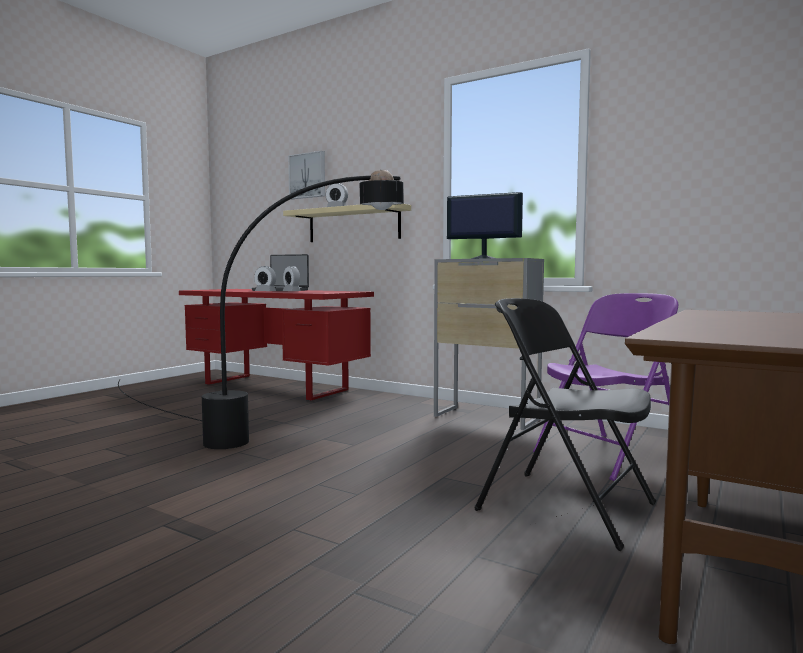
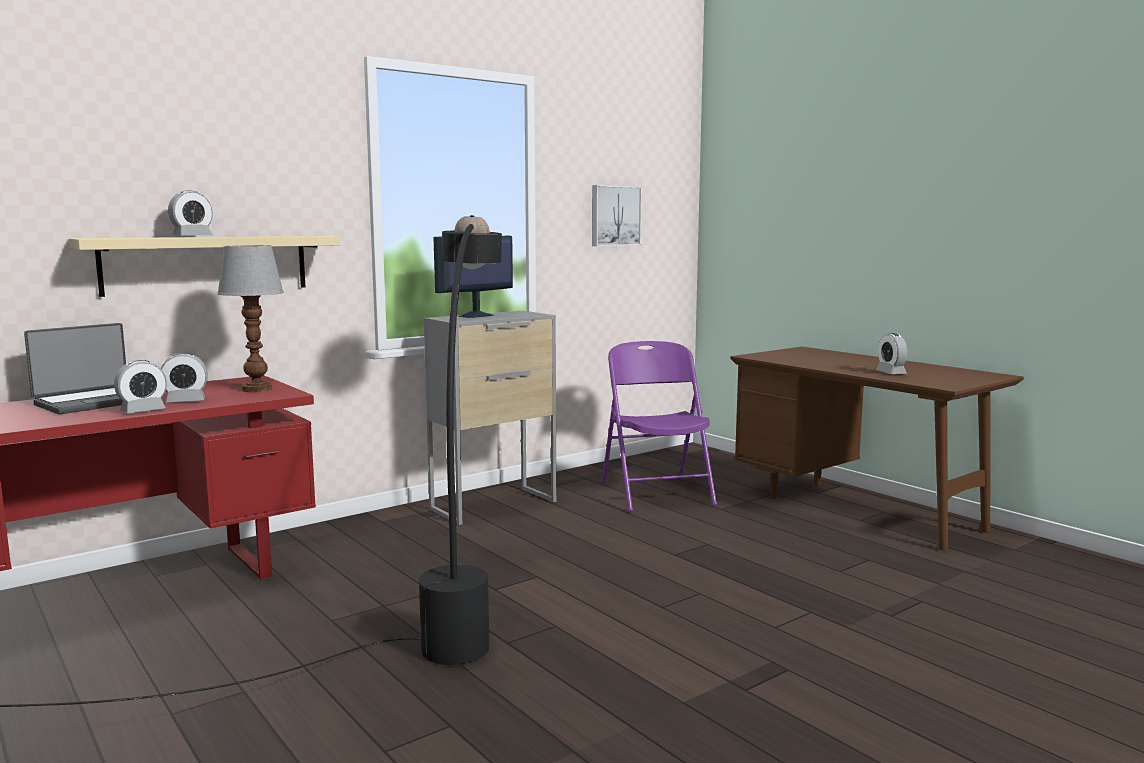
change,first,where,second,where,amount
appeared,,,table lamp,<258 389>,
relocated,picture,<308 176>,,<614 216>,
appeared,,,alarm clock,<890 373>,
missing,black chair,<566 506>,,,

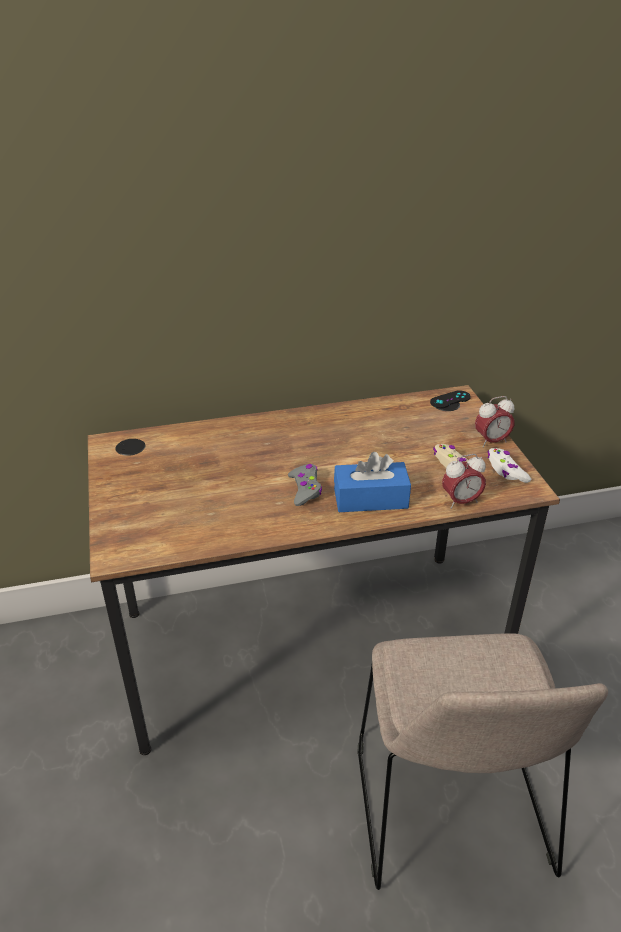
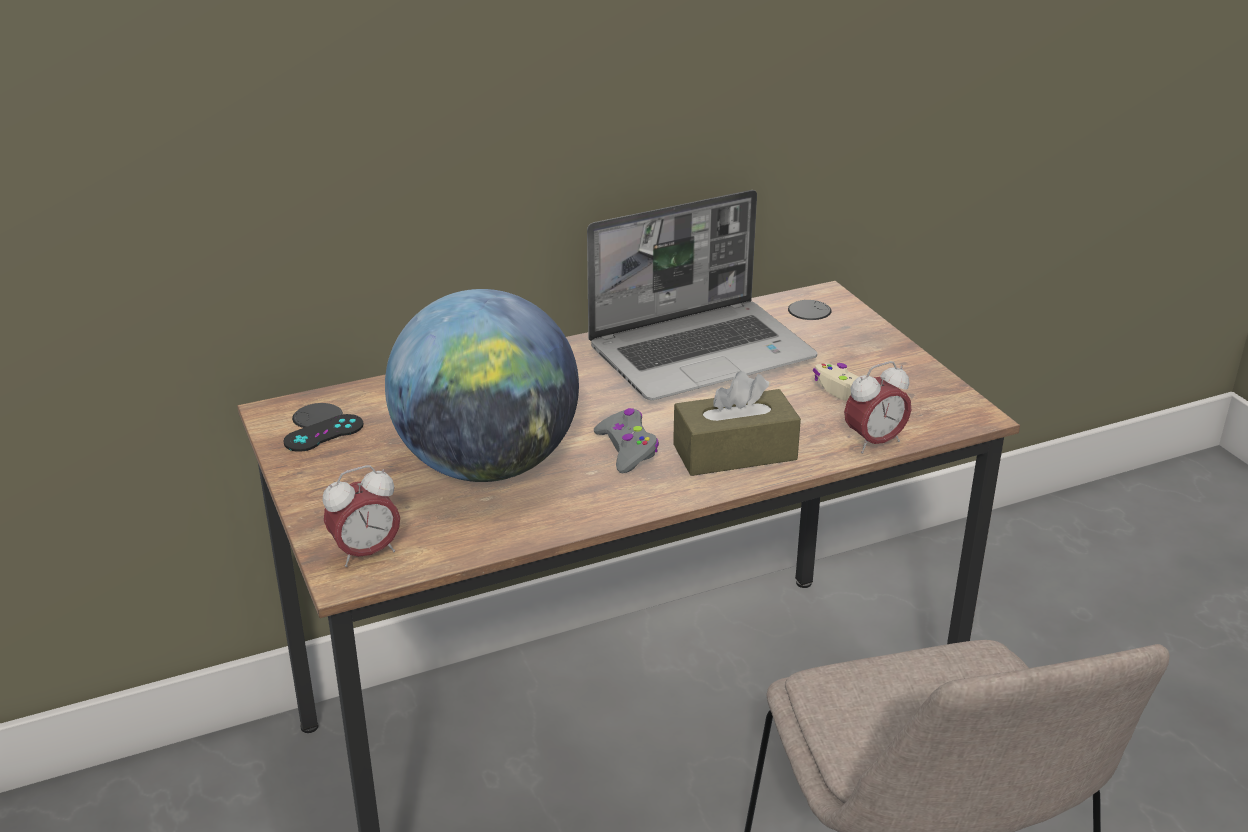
change,first,where,second,where,amount
relocated,black game controller,<450 399>,,<324 433>,
relocated,alarm clock,<491 441>,,<366 553>,
appeared,,,globe,<487 465>,
appeared,,,laptop,<702 353>,
colour,blue tissue box,<370 499>,brown tissue box,<734 452>,
missing,white game controller,<506 470>,,,

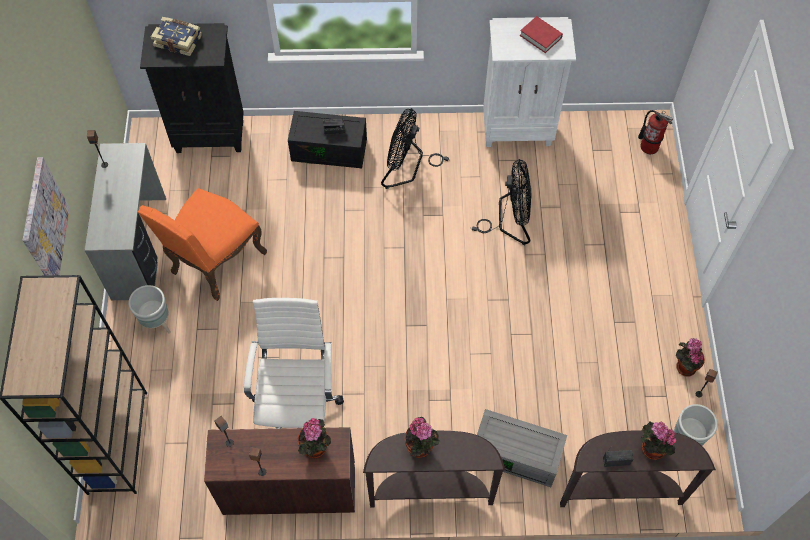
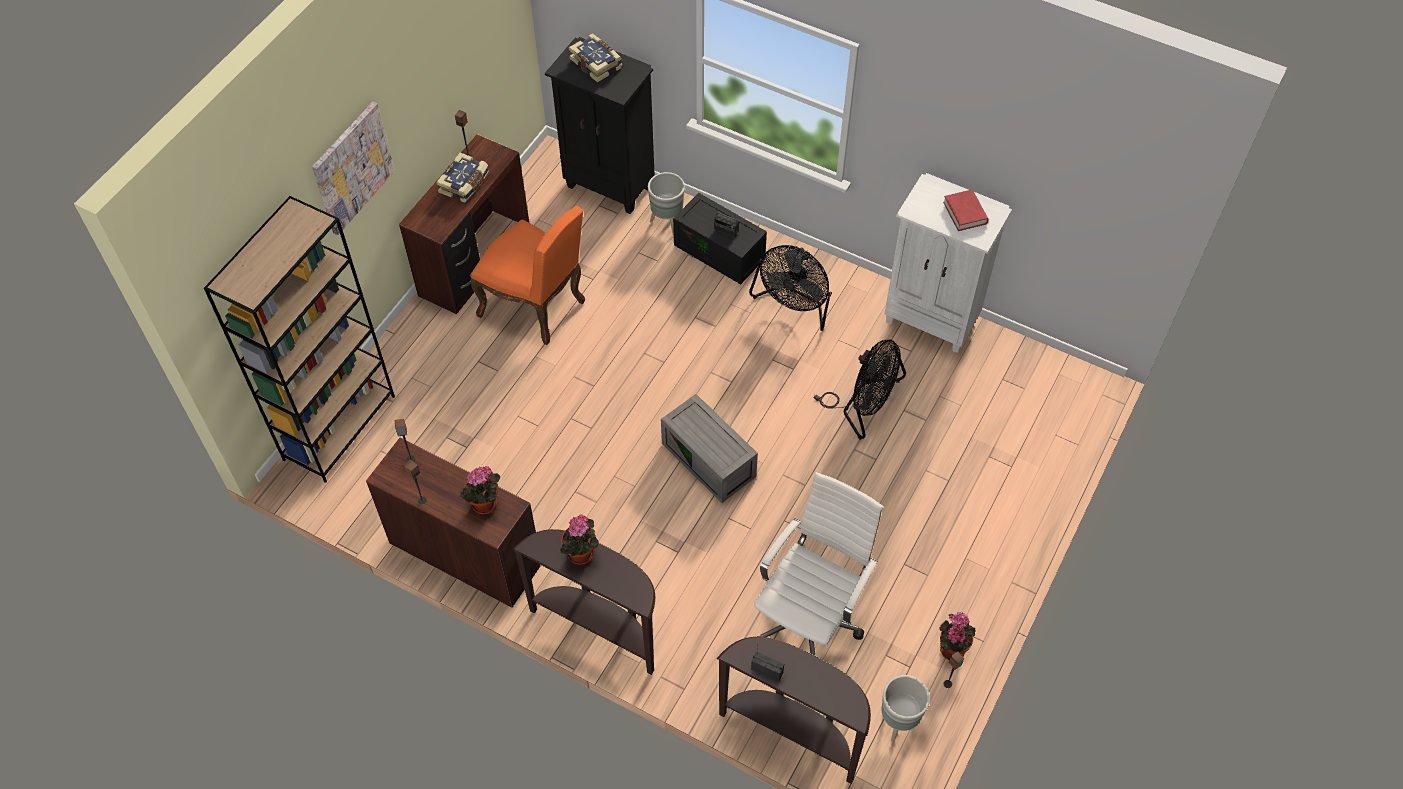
change,first,where,second,where,amount
colour,grey desk,<140 248>,brown desk,<476 261>,
appeared,,,book,<465 184>,
spun,orange chair,<214 262>,,<535 307>,120 degrees counterclockwise
relocated,grey planter,<157 324>,,<667 222>,
relocated,grey storage box,<517 454>,,<710 460>,
spun,black fan,<409 163>,,<793 301>,105 degrees counterclockwise
relocated,white office chair,<297 408>,,<810 619>,
missing,fire extinguisher,<649 146>,,,
missing,potted plant,<650 449>,,,

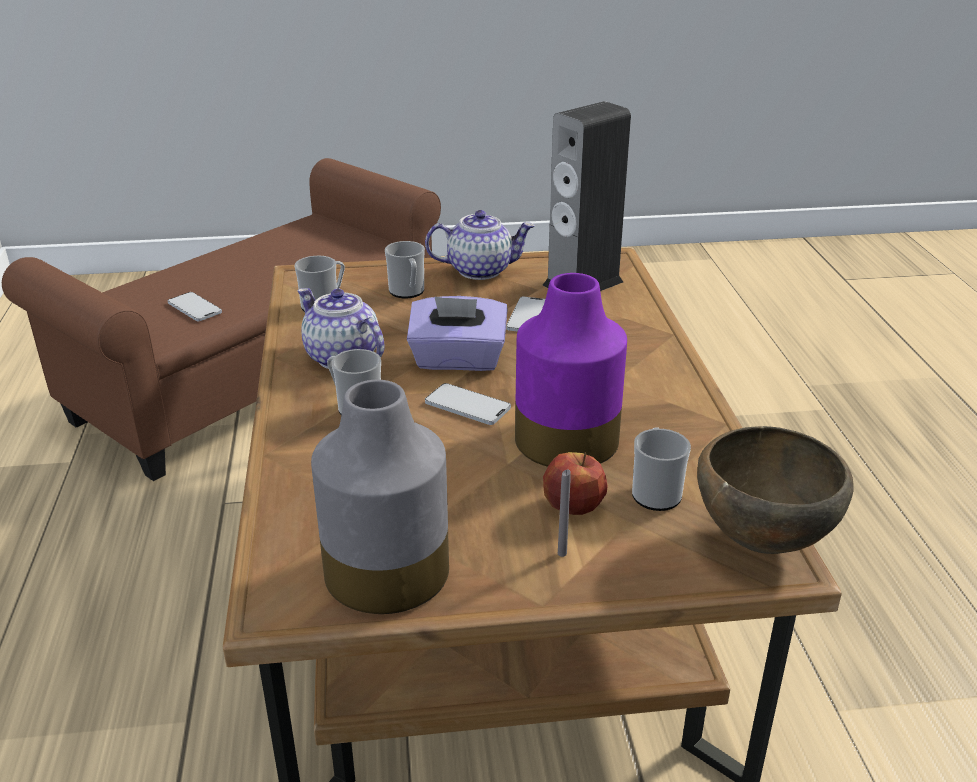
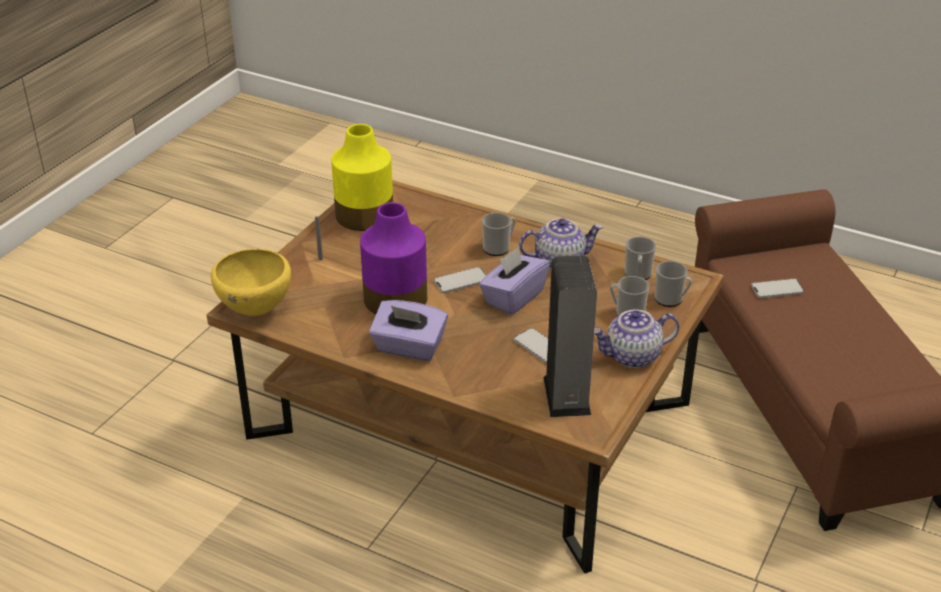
change,first,where,second,where,amount
colour,brown bowl,<760 542>,yellow bowl,<256 310>,
colour,grey vase,<387 568>,yellow vase,<365 215>,
appeared,,,purple tissue box,<409 348>,
spun,teapot,<480 270>,,<632 356>,45 degrees clockwise
relocated,mug,<655 492>,,<671 300>,
missing,apple,<572 506>,,,

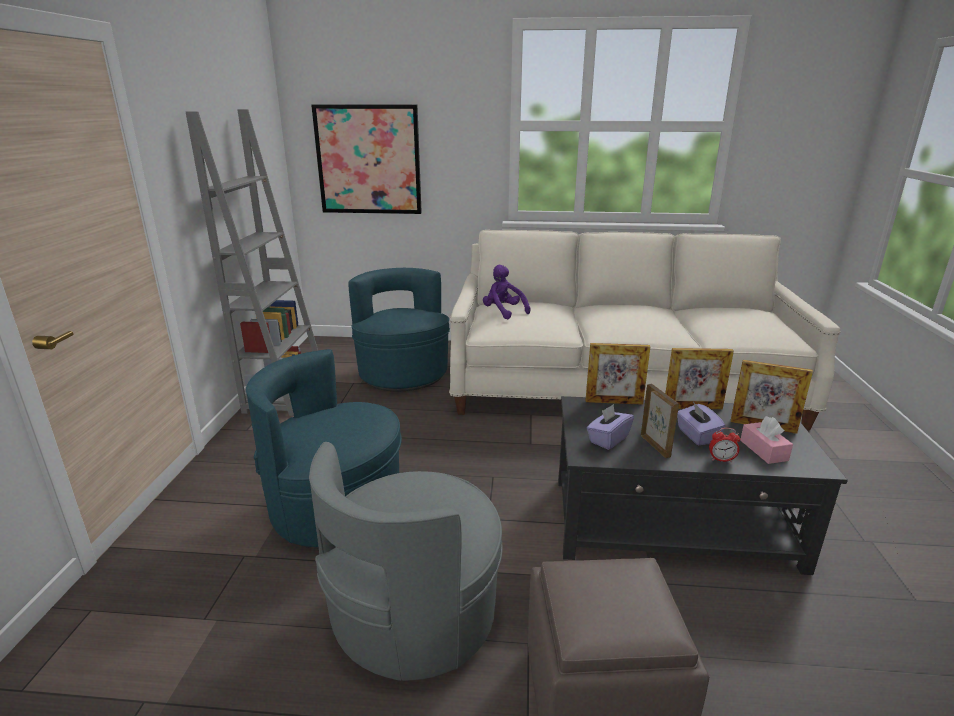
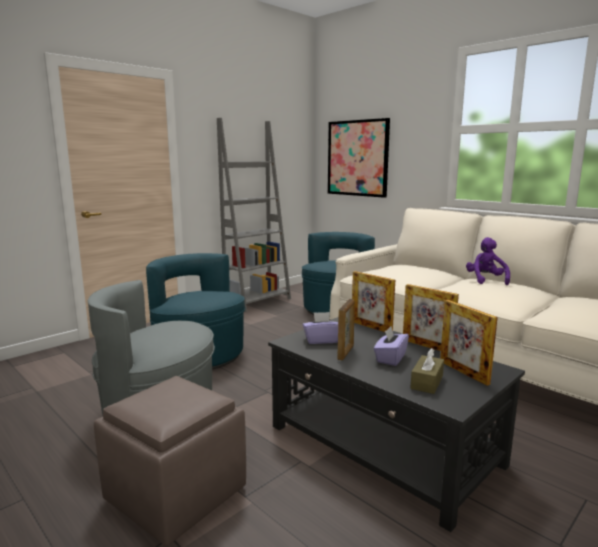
change,first,where,second,where,amount
colour,pink tissue box,<763 450>,brown tissue box,<427 382>,
relocated,purple plush toy,<503 312>,,<485 280>,
missing,alarm clock,<721 459>,,,

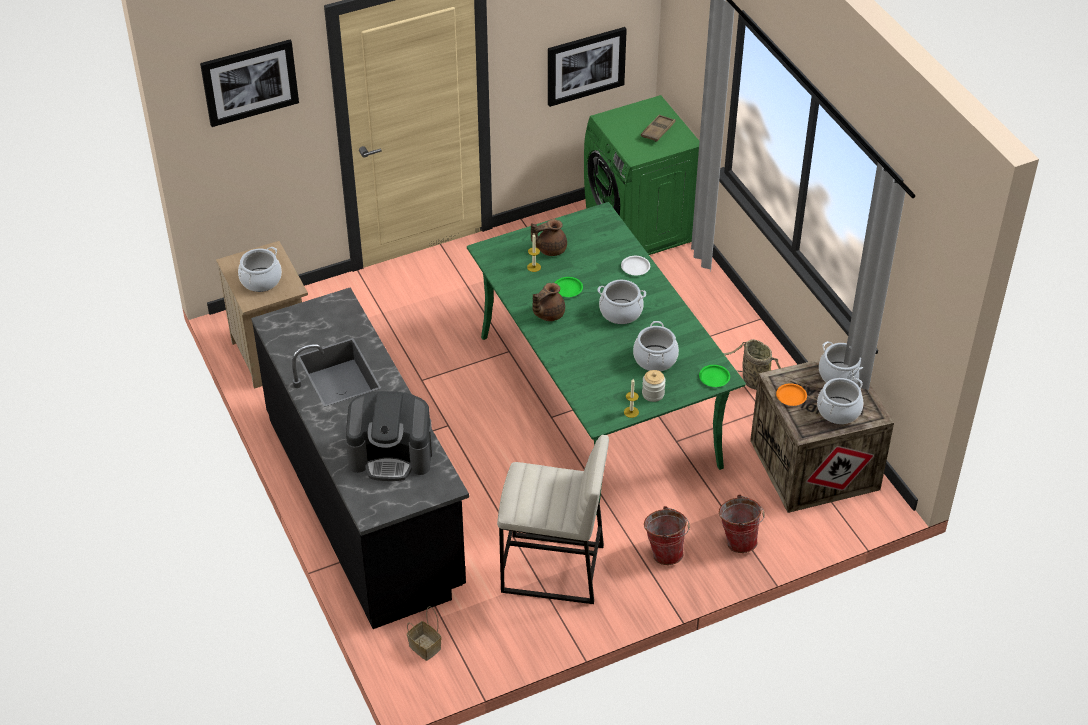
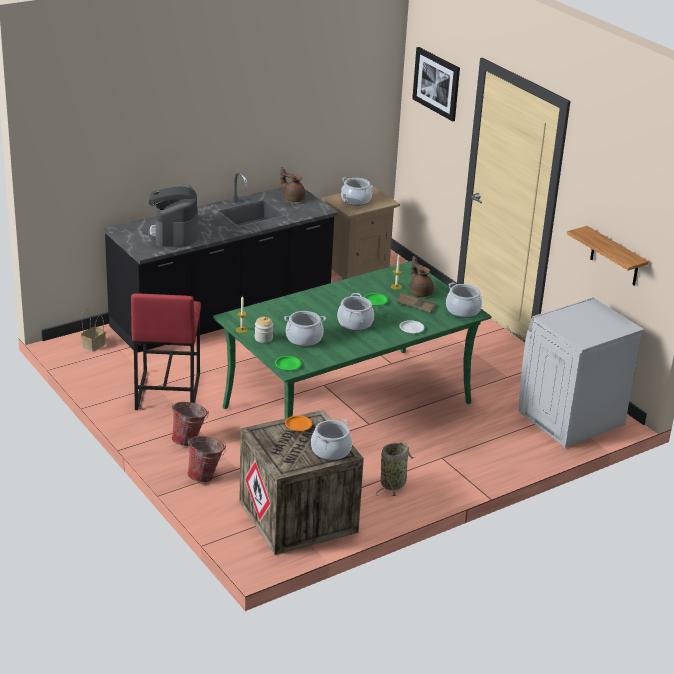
change,first,where,second,where,amount
colour,beige stool,<553 568>,red stool,<168 391>,
relocated,brown teapot,<548 314>,,<293 198>,
relocated,brown tray,<657 131>,,<415 305>,
relocated,cooking pot,<839 411>,,<463 310>,
colour,green washing machine,<639 227>,white washing machine,<570 419>,
exchanged,picture,<585 65>,shelf,<615 257>,

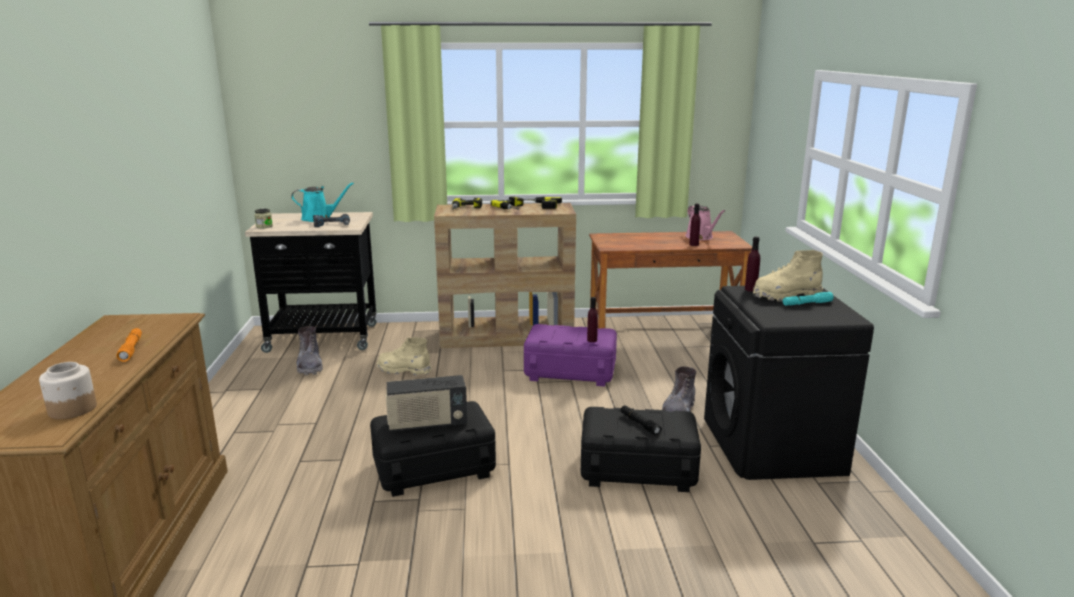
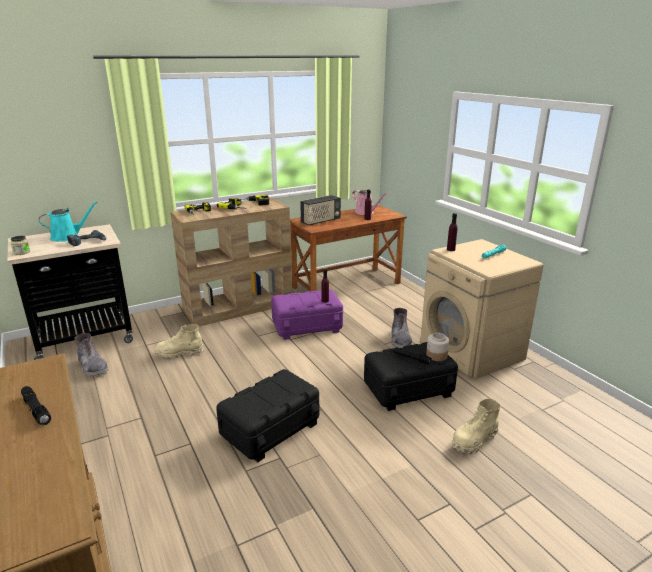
change,first,where,second,where,amount
colour,orange flashlight,<131 349>,black flashlight,<36 409>,
relocated,radio,<427 424>,,<320 221>,
colour,black washing machine,<770 446>,beige washing machine,<470 351>,
relocated,jar,<72 409>,,<436 356>,
relocated,beige boot,<786 295>,,<474 440>,

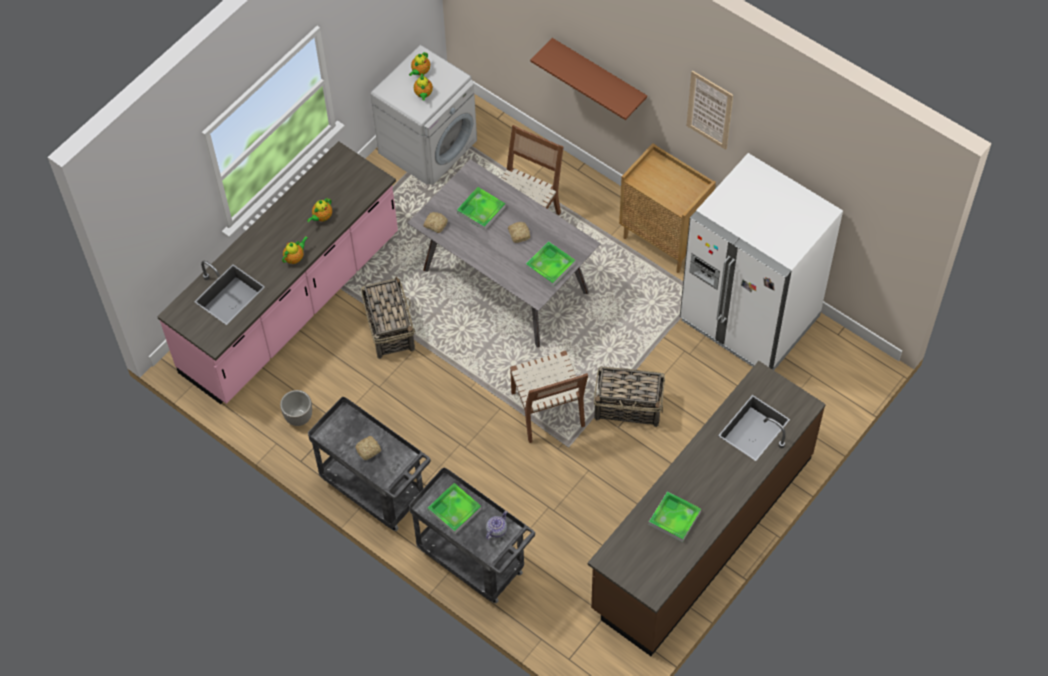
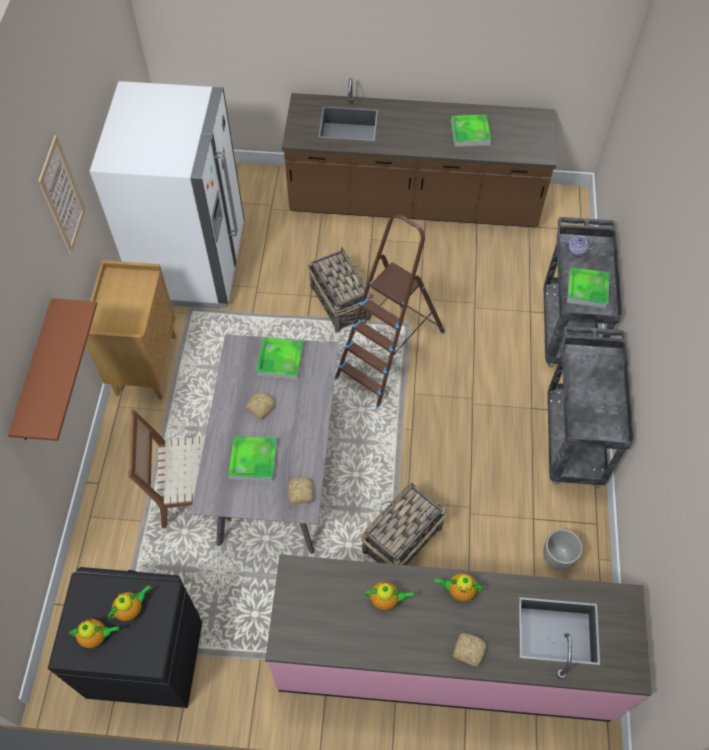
change,first,where,second,where,amount
colour,white washing machine,<430 145>,black washing machine,<145 654>,
exchanged,chair,<548 413>,brown step ladder,<390 355>,
relocated,bread,<369 450>,,<468 650>,

